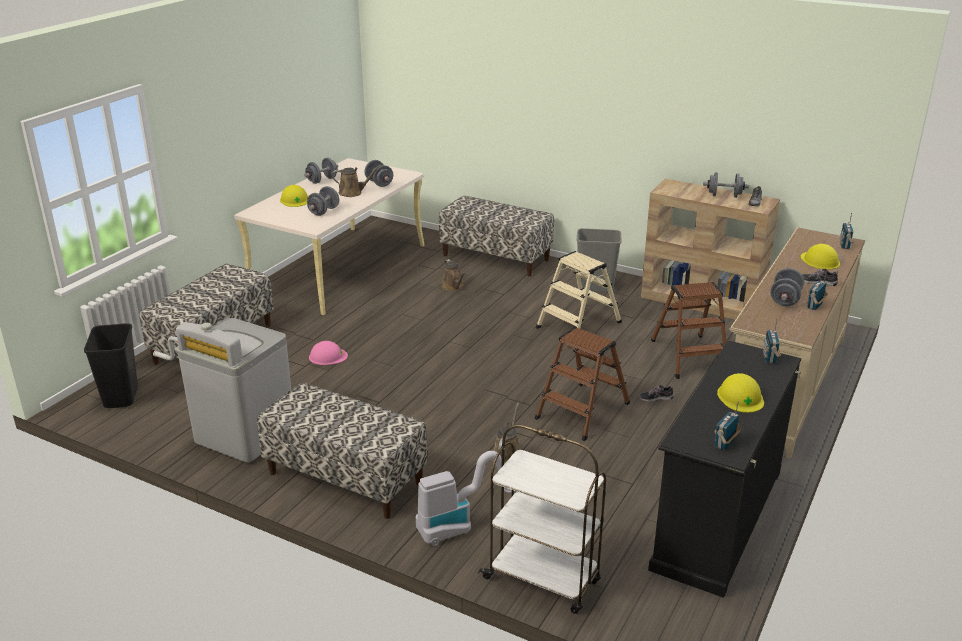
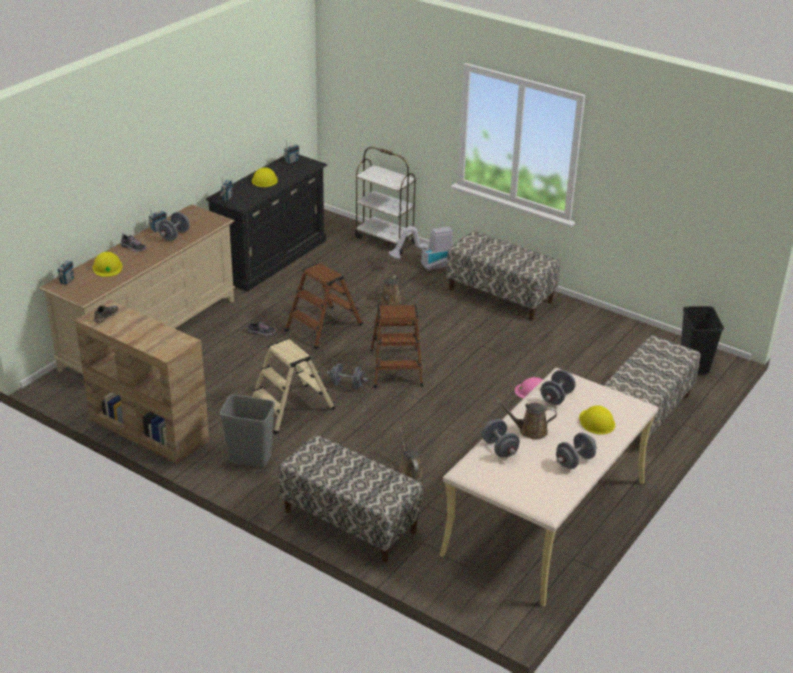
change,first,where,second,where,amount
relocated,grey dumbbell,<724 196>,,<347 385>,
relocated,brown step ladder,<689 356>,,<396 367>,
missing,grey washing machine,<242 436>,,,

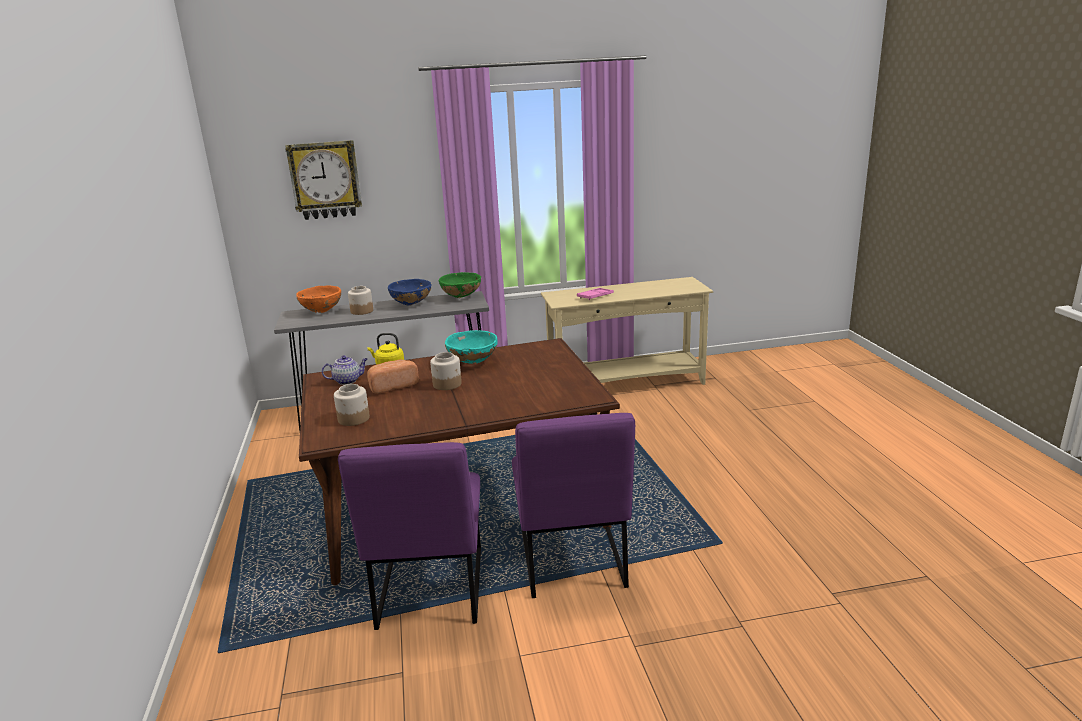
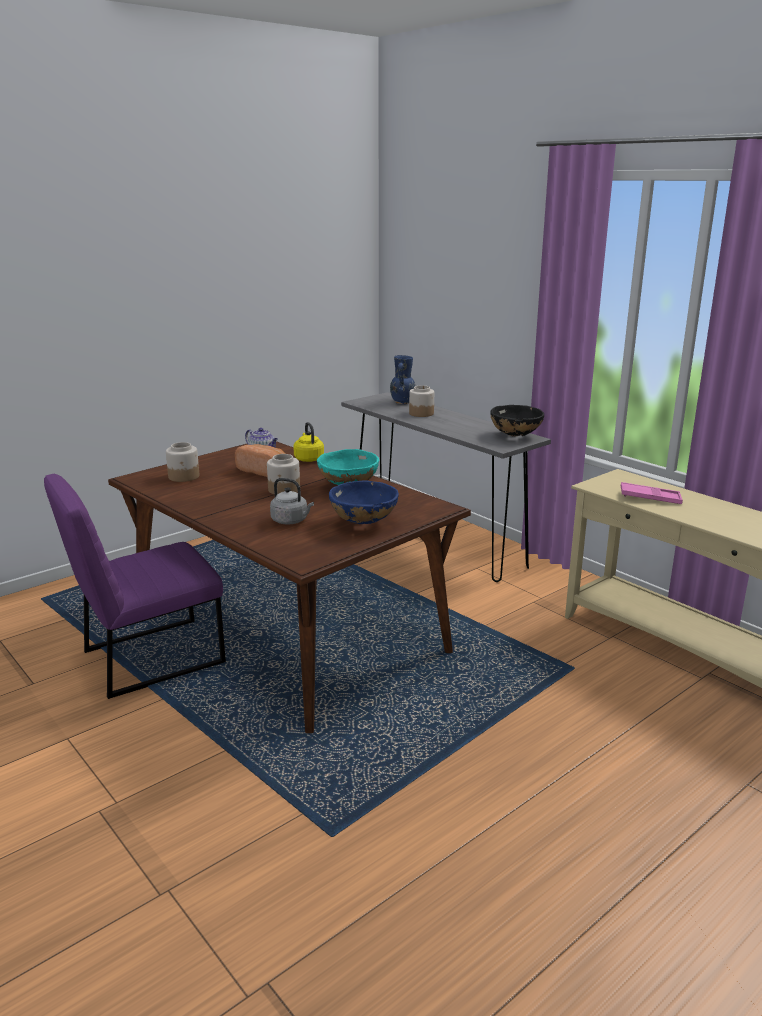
change,first,where,second,where,amount
appeared,,,grey kettle,<291 521>,
relocated,blue bowl,<411 304>,,<364 523>,
exchanged,orange bowl,<322 311>,blue vase,<402 402>,
colour,green bowl,<461 297>,black bowl,<515 436>,
missing,wall clock,<325 180>,,,
missing,purple chair,<571 559>,,,

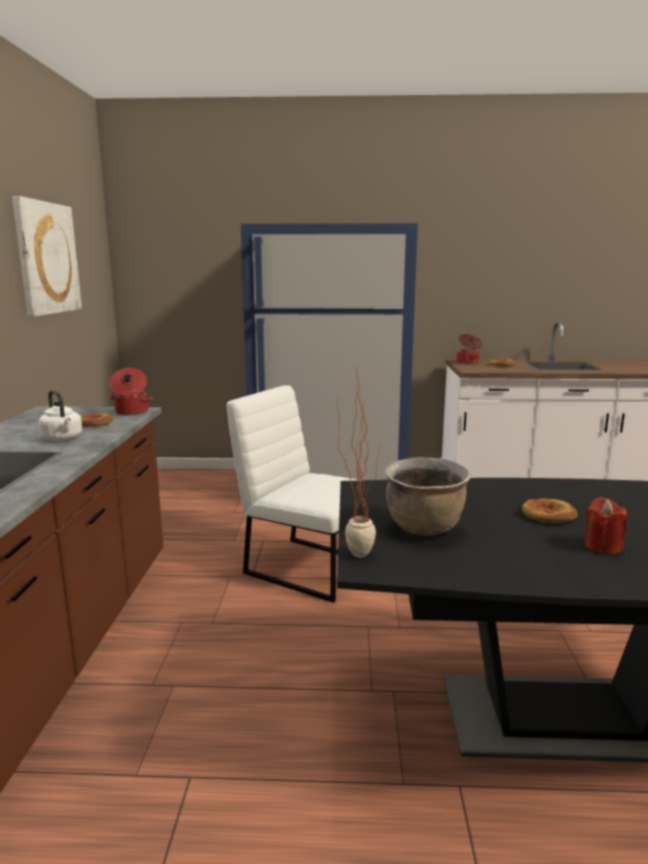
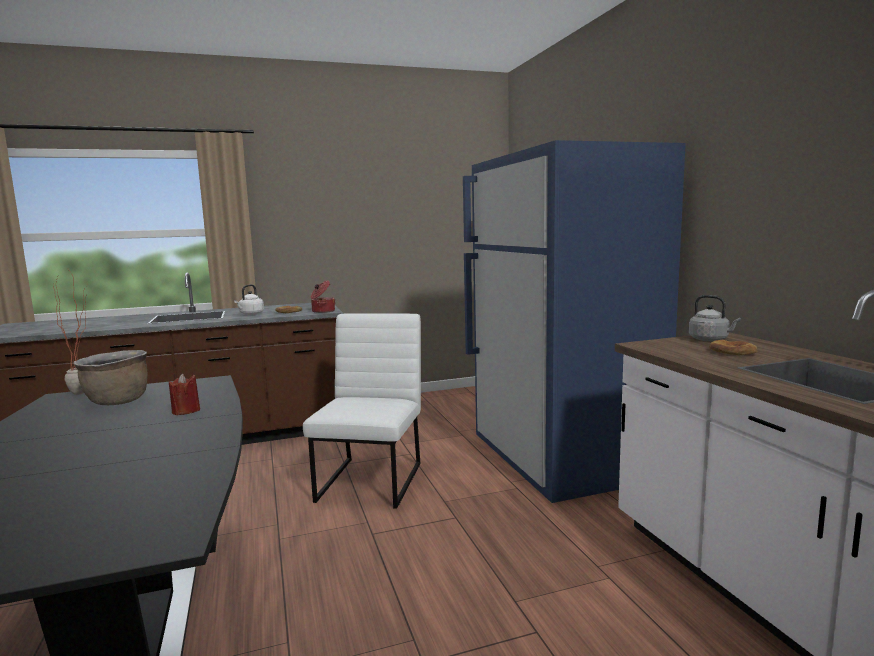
change,first,where,second,where,amount
relocated,red candle,<602 546>,,<186 411>,
exchanged,cooking pot,<468 362>,grey kettle,<710 340>,
missing,picture,<47 258>,,,
missing,bread,<548 515>,,,

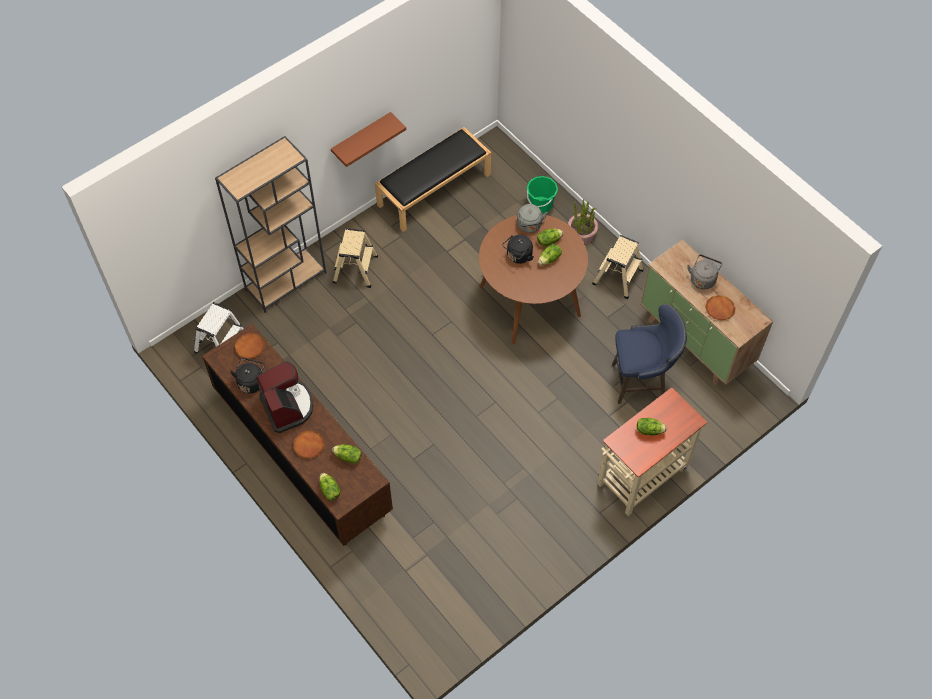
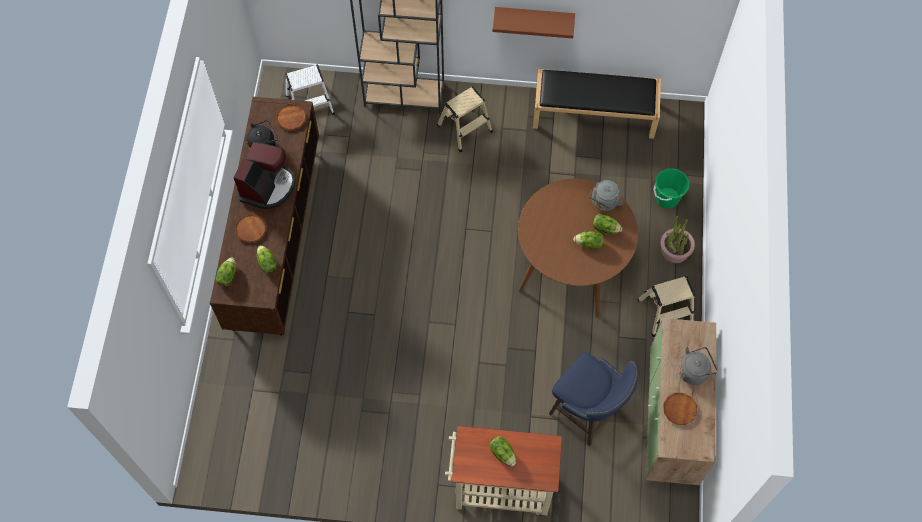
change,first,where,second,where,amount
missing,black kettle,<518 256>,,,

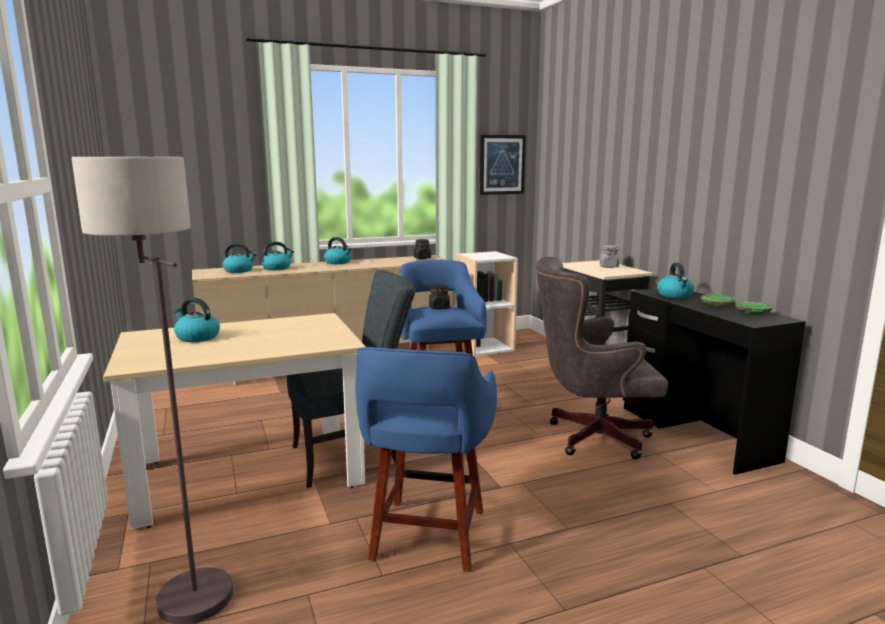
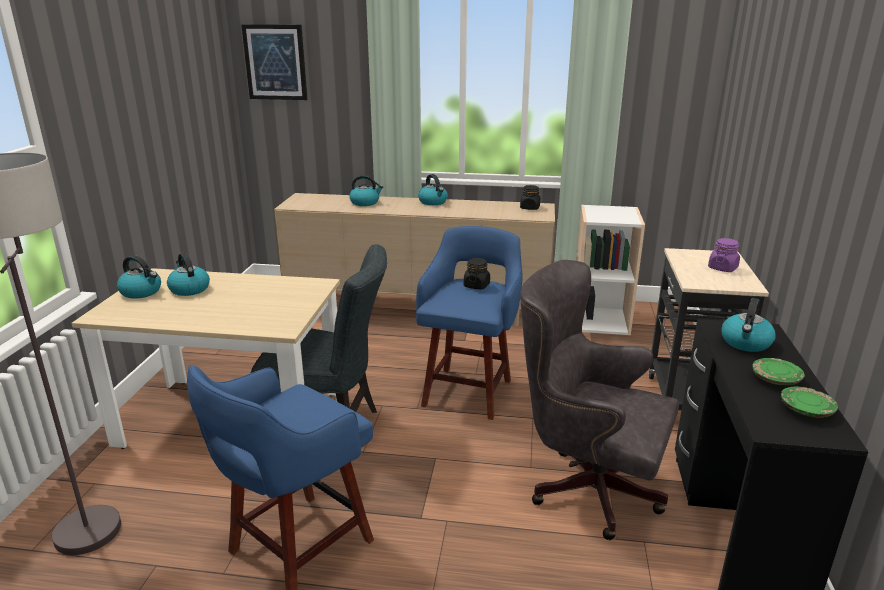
change,first,where,second,where,amount
relocated,kettle,<239 270>,,<142 292>,
relocated,picture,<502 164>,,<275 62>,
colour,grey jar,<608 266>,purple jar,<722 268>,

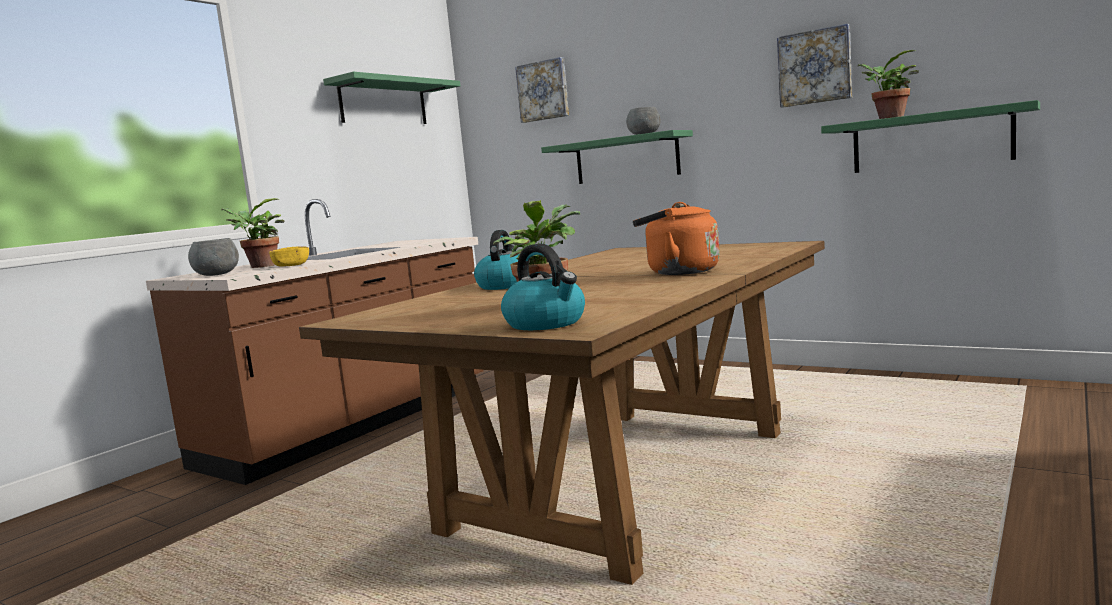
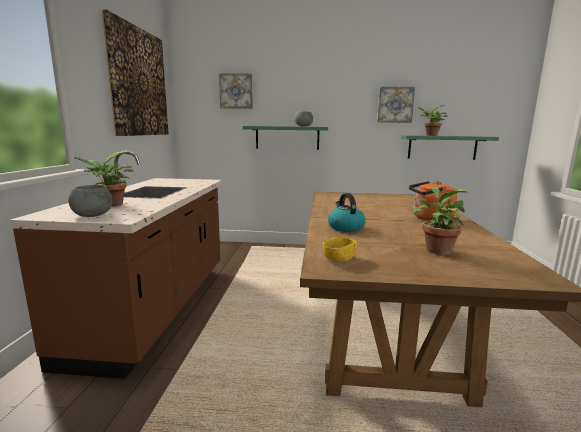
change,first,where,second,where,amount
exchanged,green shelf,<383 103>,picture,<138 83>,
relocated,yellow bowl,<291 265>,,<339 258>,
missing,kettle,<546 323>,,,

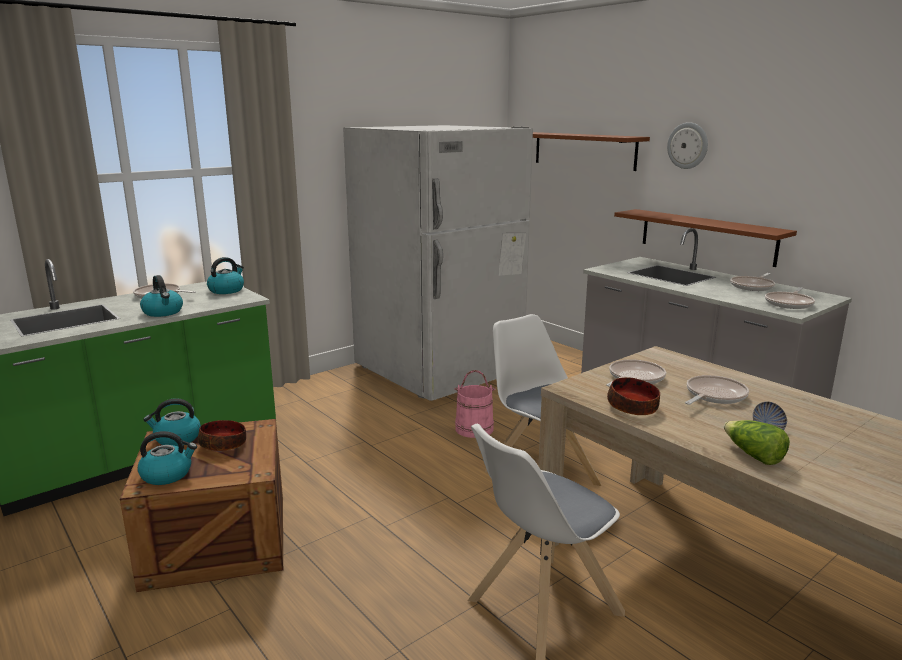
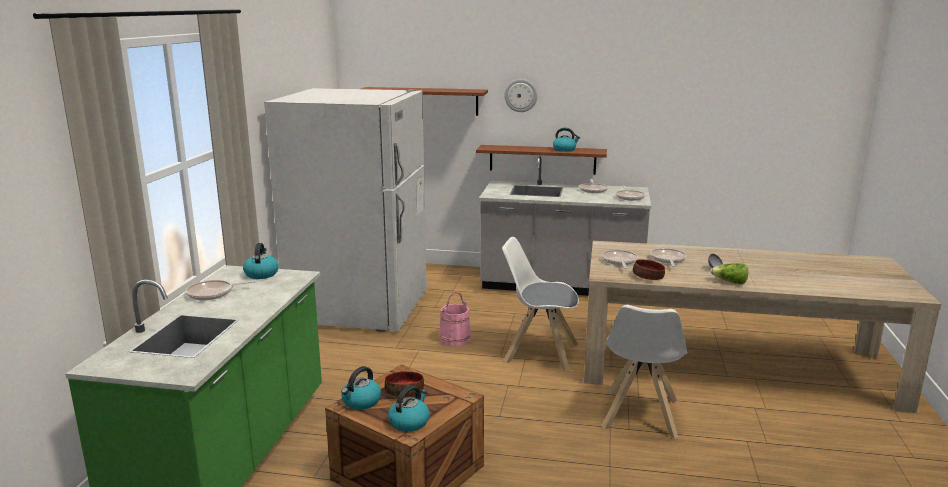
change,first,where,second,where,amount
relocated,kettle,<163 312>,,<565 149>,

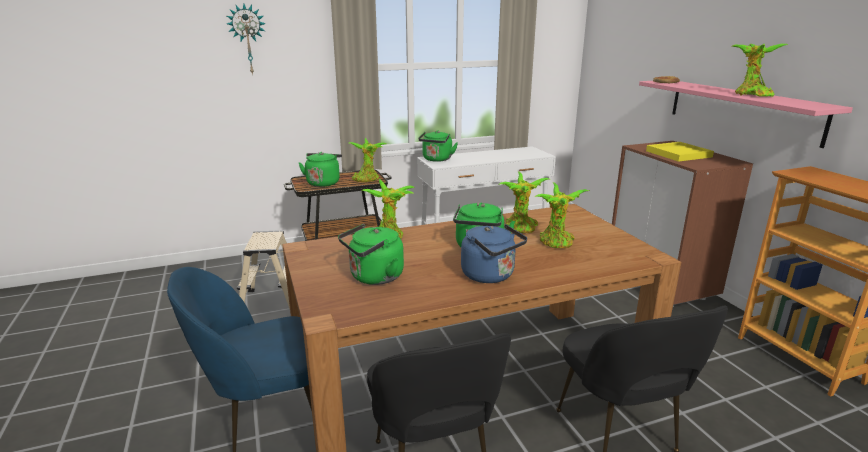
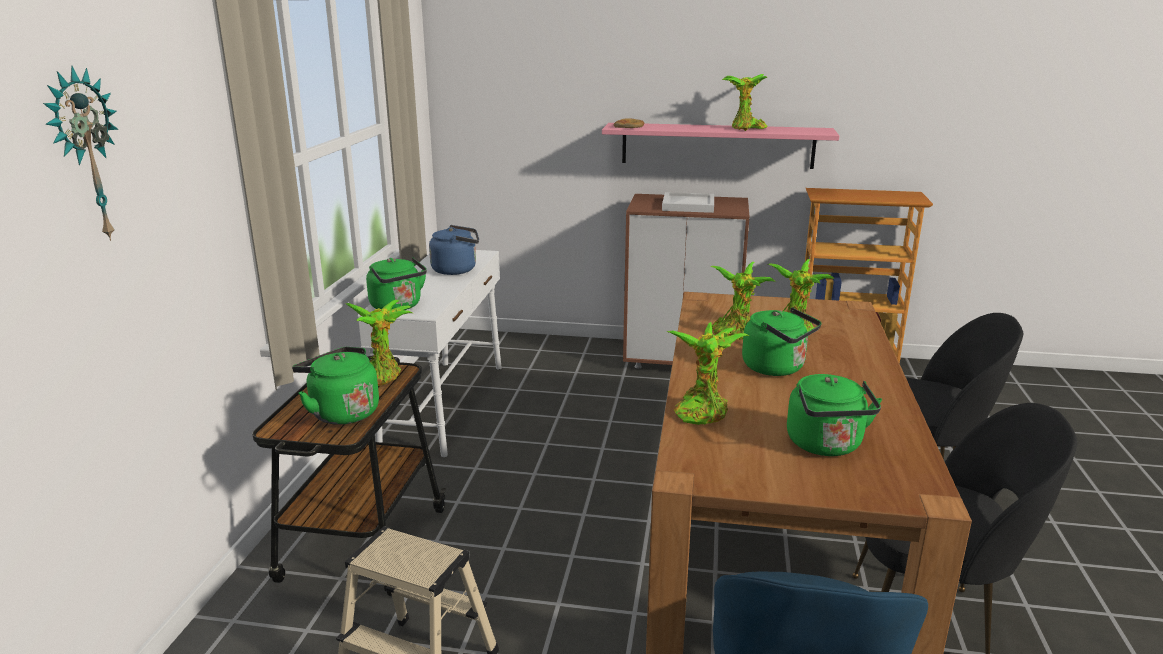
change,first,where,second,where,amount
relocated,blue kettle,<490 276>,,<457 270>,
colour,yellow tray,<679 154>,white tray,<689 205>,

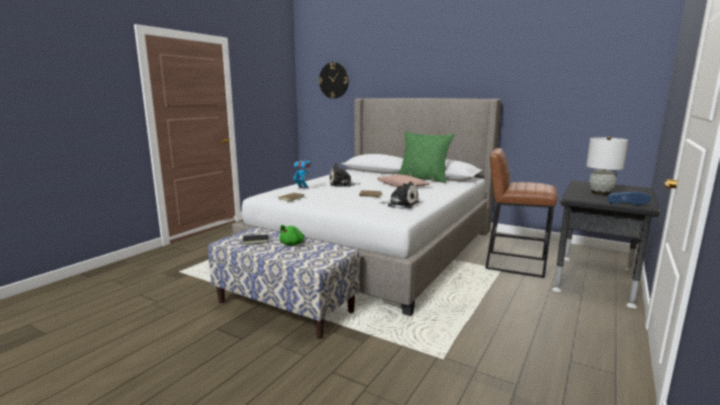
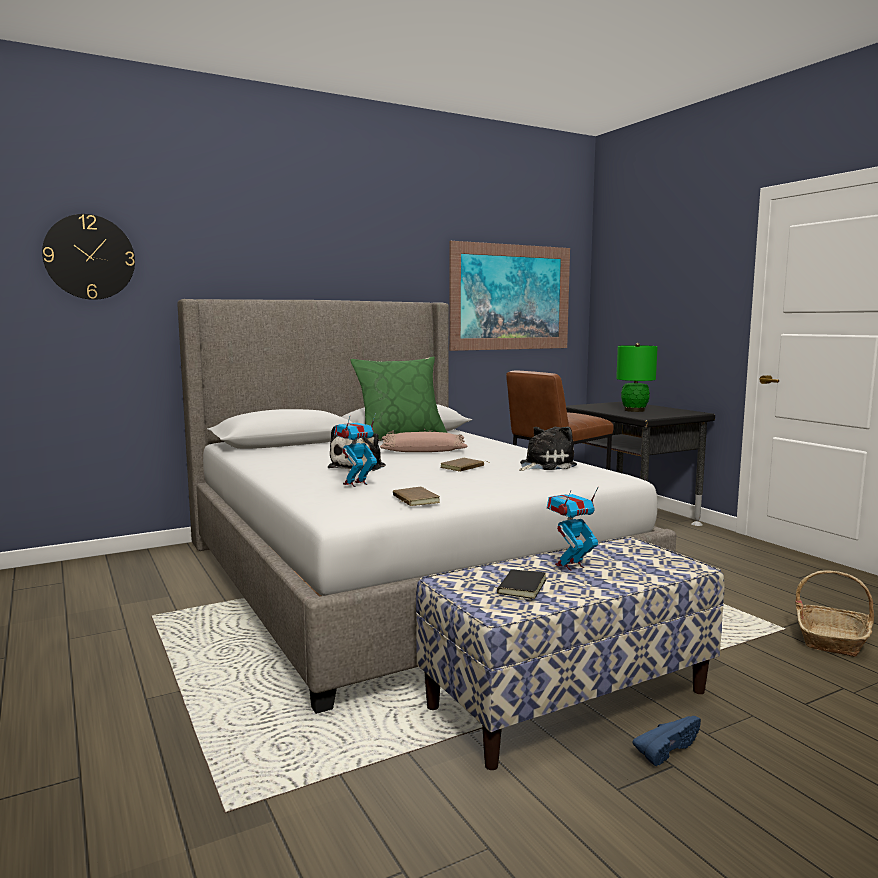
change,first,where,second,where,amount
appeared,,,picture,<511 297>,
exchanged,green plush toy,<293 244>,toy robot,<570 565>,
colour,white table lamp,<600 193>,green table lamp,<634 410>,
relocated,blue shoe,<625 203>,,<665 748>,
appeared,,,basket,<832 639>,

